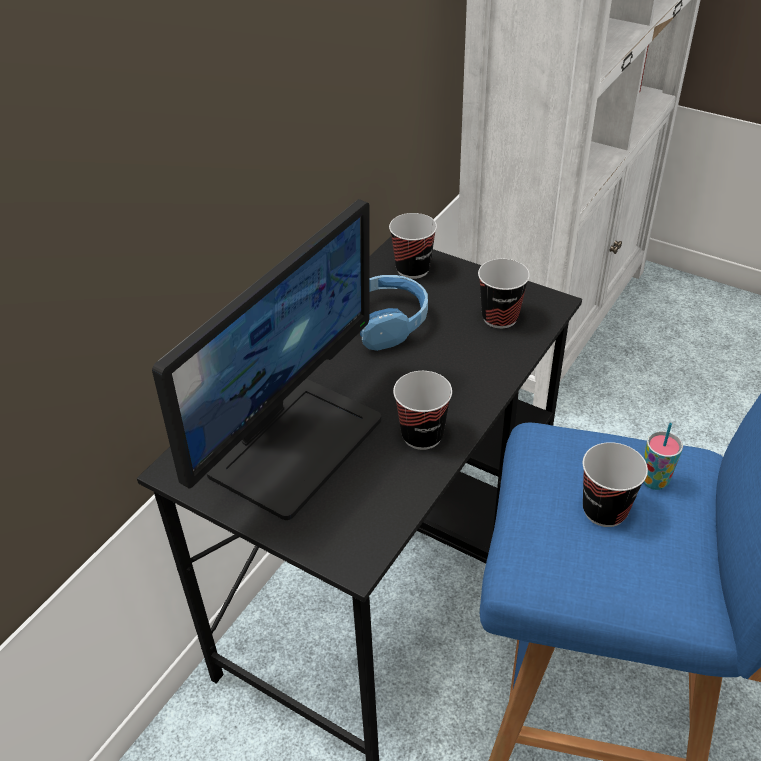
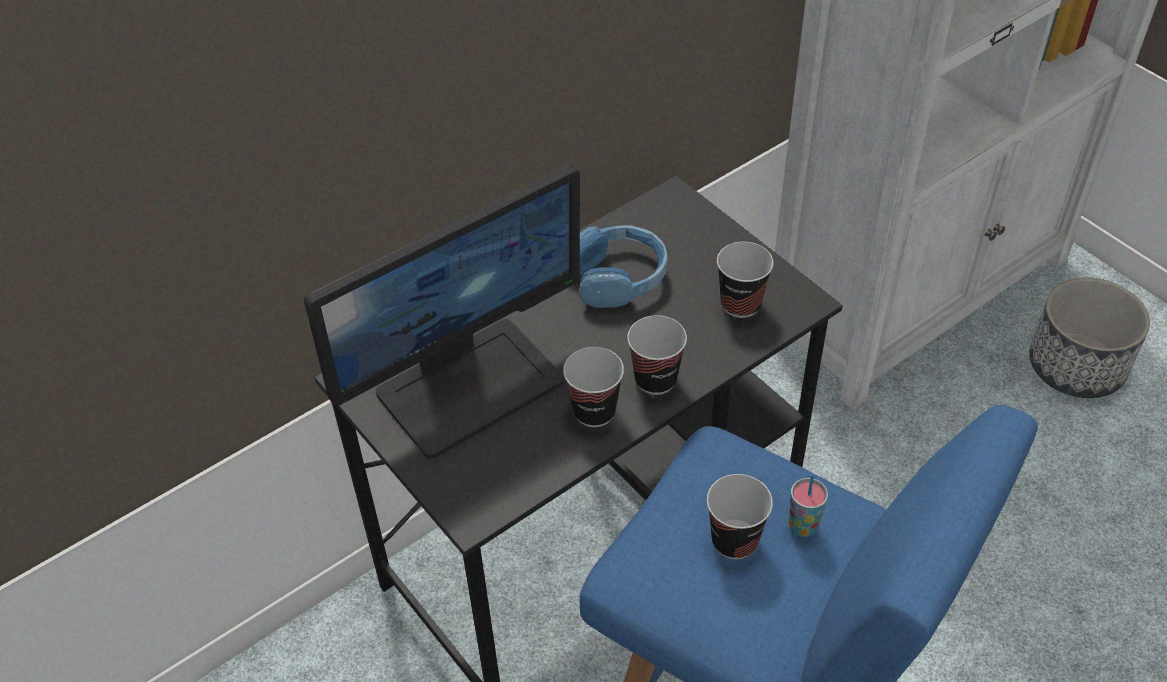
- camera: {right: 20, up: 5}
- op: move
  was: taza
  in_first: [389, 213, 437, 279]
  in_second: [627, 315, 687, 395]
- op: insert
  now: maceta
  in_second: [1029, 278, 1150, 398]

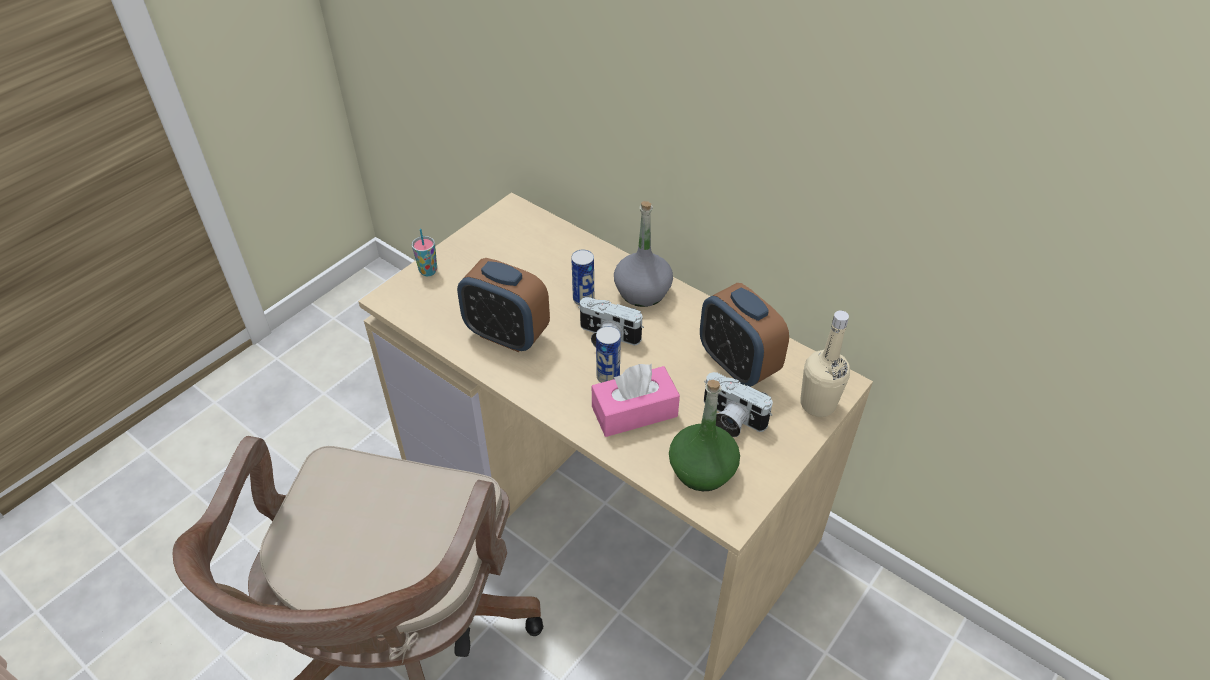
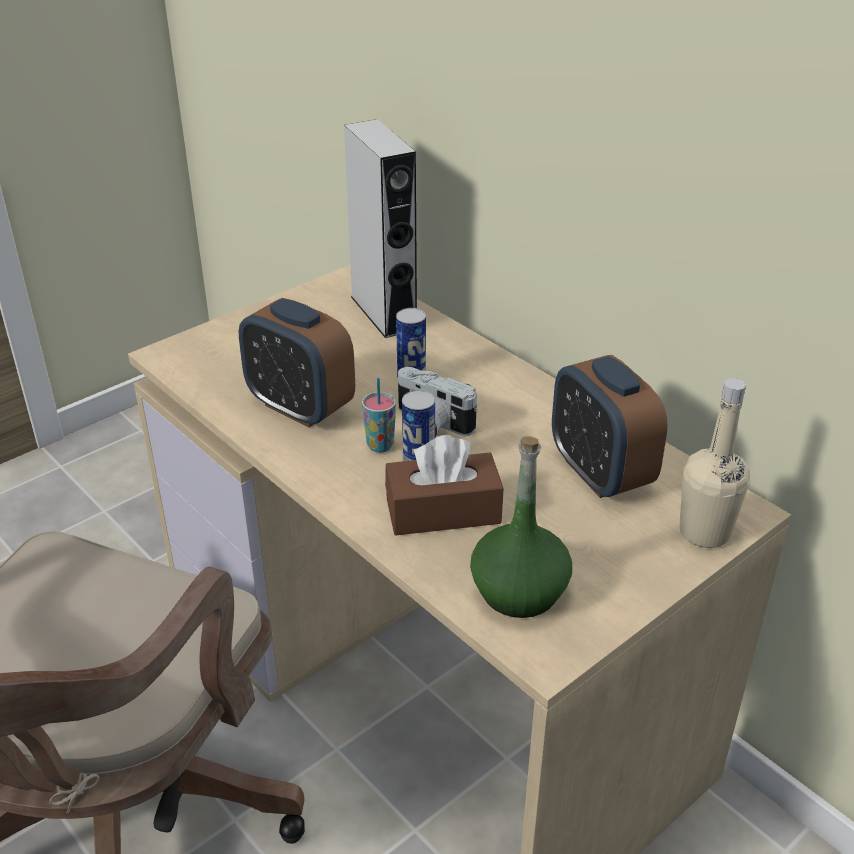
- camera: {right: 10, up: -10}
- op: insert
  now: altavoz (gris)
  in_second: [344, 119, 417, 338]
- op: move
  was: taza
  in_first: [412, 229, 437, 276]
  in_second: [362, 378, 396, 453]
- op: recolor
  was: caja de pañuelos (rosa)
  now: caja de pañuelos (marrón)
  in_first: [592, 363, 680, 437]
  in_second: [385, 435, 503, 536]
- op: delete
  was: botella (gris)
  in_first: [614, 201, 673, 307]
- op: delete
  was: cámara
  in_first: [704, 372, 773, 437]

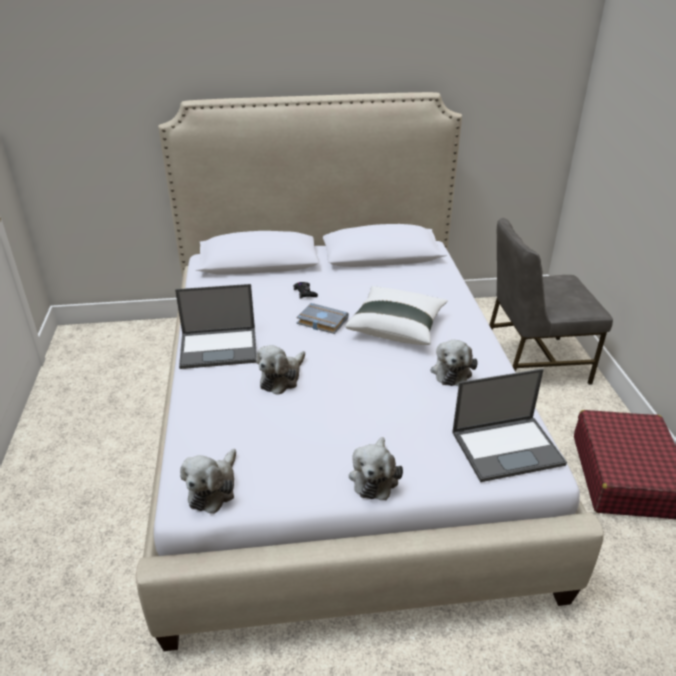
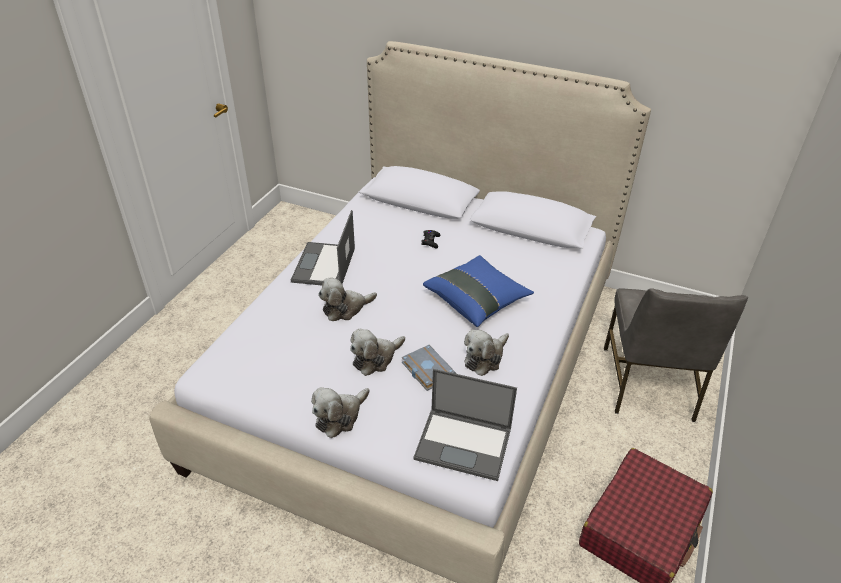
- camera: {right: 30, up: 5}
- op: rotate
  was: portátil
  in_first: [175, 284, 257, 369]
  in_second: [291, 210, 355, 285]
  clockwise: 75
- op: move
  was: peluche
  in_first: [180, 449, 236, 514]
  in_second: [350, 329, 405, 376]
- op: move
  was: libro (gris)
  in_first: [296, 303, 349, 334]
  in_second: [402, 345, 456, 391]
- op: recolor
  was: cojín (blanco)
  now: cojín (azul)
  in_first: [345, 286, 448, 345]
  in_second: [423, 255, 534, 327]
- op: rotate
  was: silla (gris)
  in_first: [489, 218, 613, 385]
  in_second: [604, 288, 748, 422]
  clockwise: -105

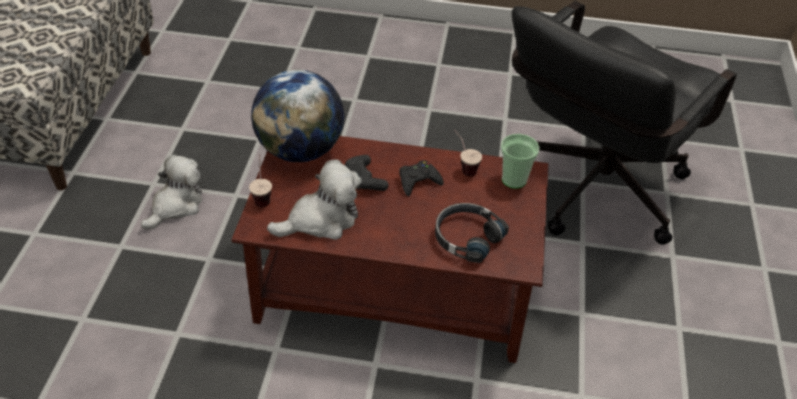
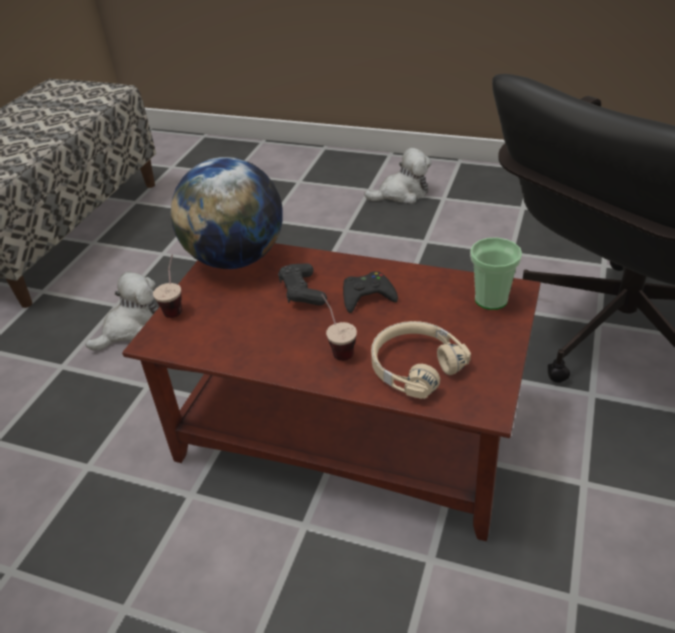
- camera: {right: 15, up: -5}
- op: move
  was: taza
  in_first: [454, 129, 482, 176]
  in_second: [321, 294, 357, 361]
- op: move
  was: peluche
  in_first: [267, 160, 362, 240]
  in_second: [364, 147, 432, 204]
- op: recolor
  was: auriculares (negro)
  now: auriculares (beis)
  in_first: [435, 203, 509, 263]
  in_second: [371, 321, 471, 399]

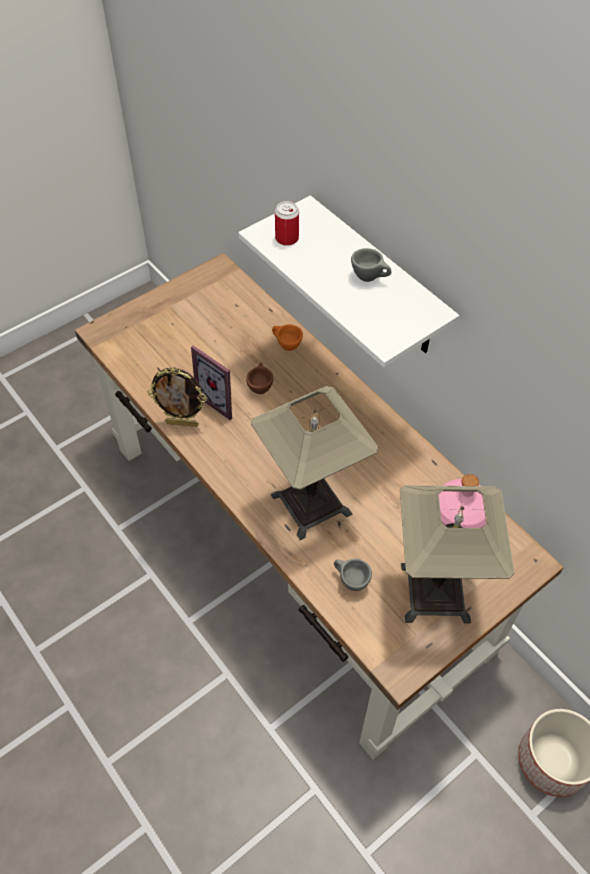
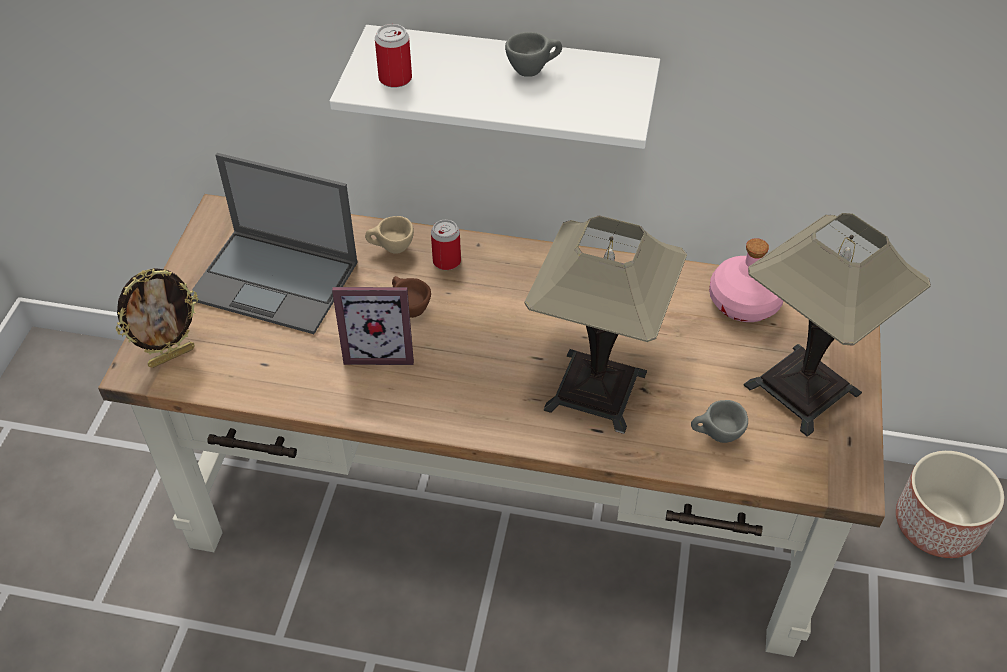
- camera: {right: -40, up: -5}
- op: move
  was: portarretratos
  in_first: [147, 368, 207, 427]
  in_second: [116, 268, 199, 368]
- op: insert
  now: portátil
  in_second: [190, 153, 358, 334]
- op: recolor
  was: taza (naranja)
  now: taza (beis)
  in_first: [272, 324, 303, 351]
  in_second: [365, 216, 414, 254]
- op: insert
  now: lata
  in_second: [431, 220, 461, 270]

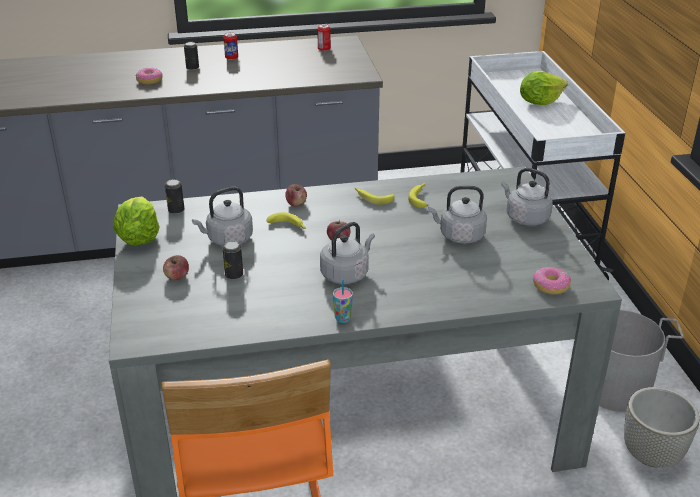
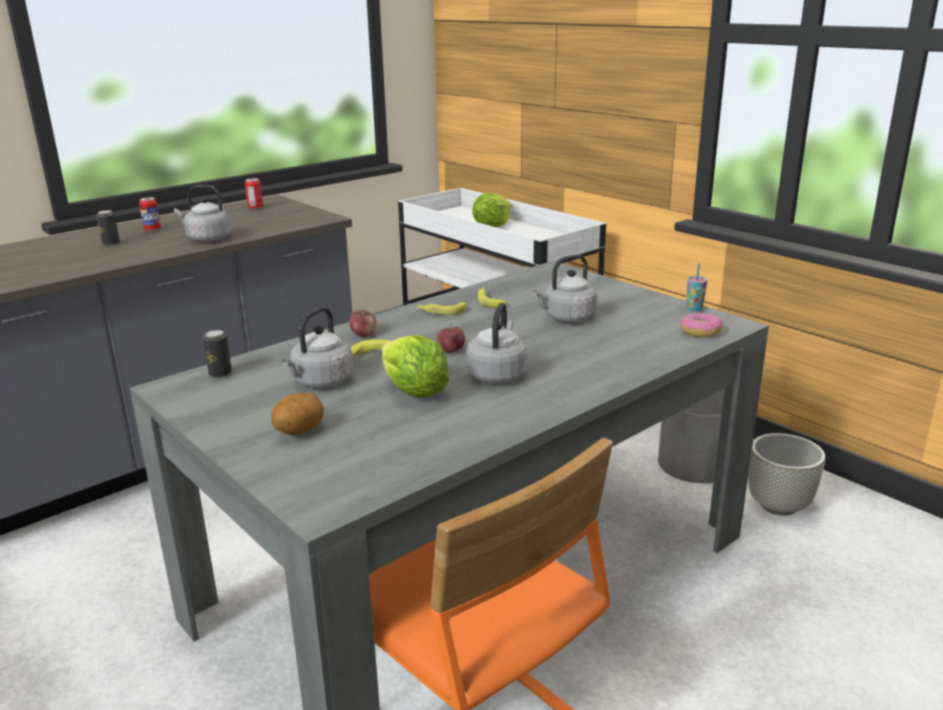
- camera: {right: -30, up: -10}
- op: move
  was: hervidor (gris)
  in_first: [501, 168, 553, 226]
  in_second: [174, 185, 231, 242]
- op: replace
  was: manzana
  now: patata
  in_first: [163, 255, 189, 280]
  in_second: [271, 393, 324, 436]
- op: move
  was: lechuga
  in_first: [113, 197, 160, 245]
  in_second: [382, 335, 449, 398]
- op: move
  was: taza
  in_first: [333, 279, 353, 323]
  in_second: [687, 264, 707, 311]
- op: delete
  was: rosquilla
  in_first: [136, 68, 162, 85]
- op: delete
  was: lata
  in_first: [223, 241, 243, 280]

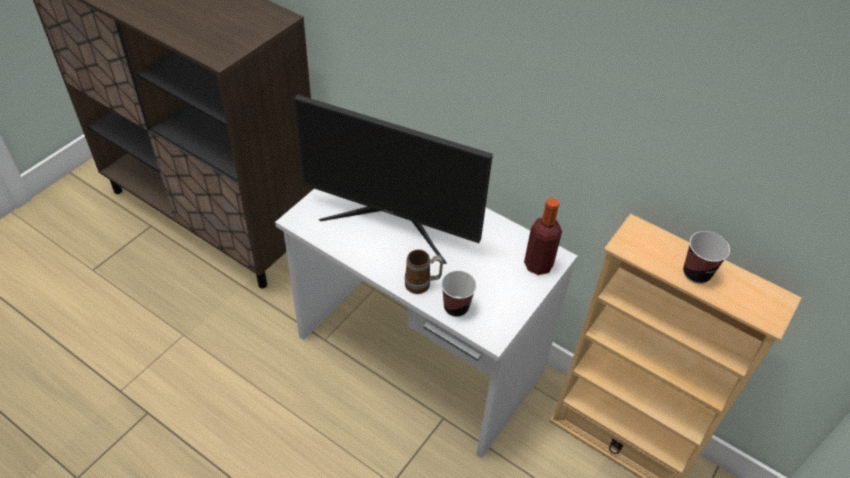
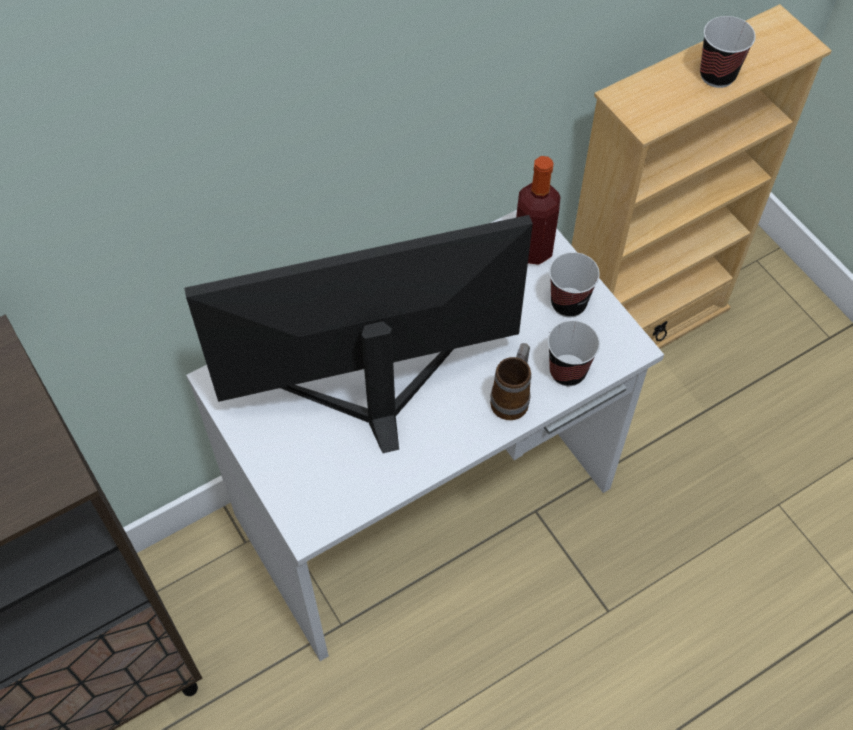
- camera: {right: -65, up: 10}
- op: rotate
  was: monitor
  in_first: [294, 94, 493, 264]
  in_second: [184, 215, 533, 453]
  clockwise: -150
- op: insert
  now: taza
  in_second: [549, 252, 600, 317]

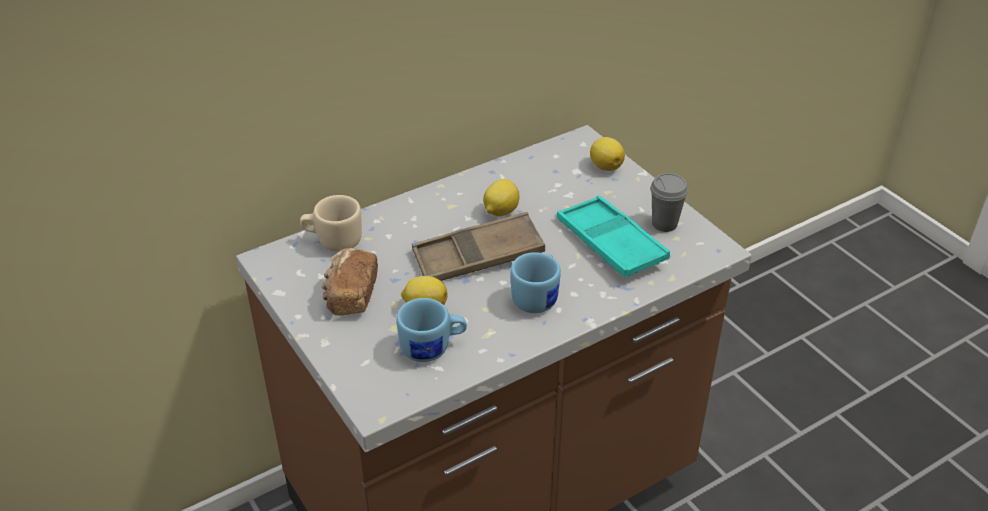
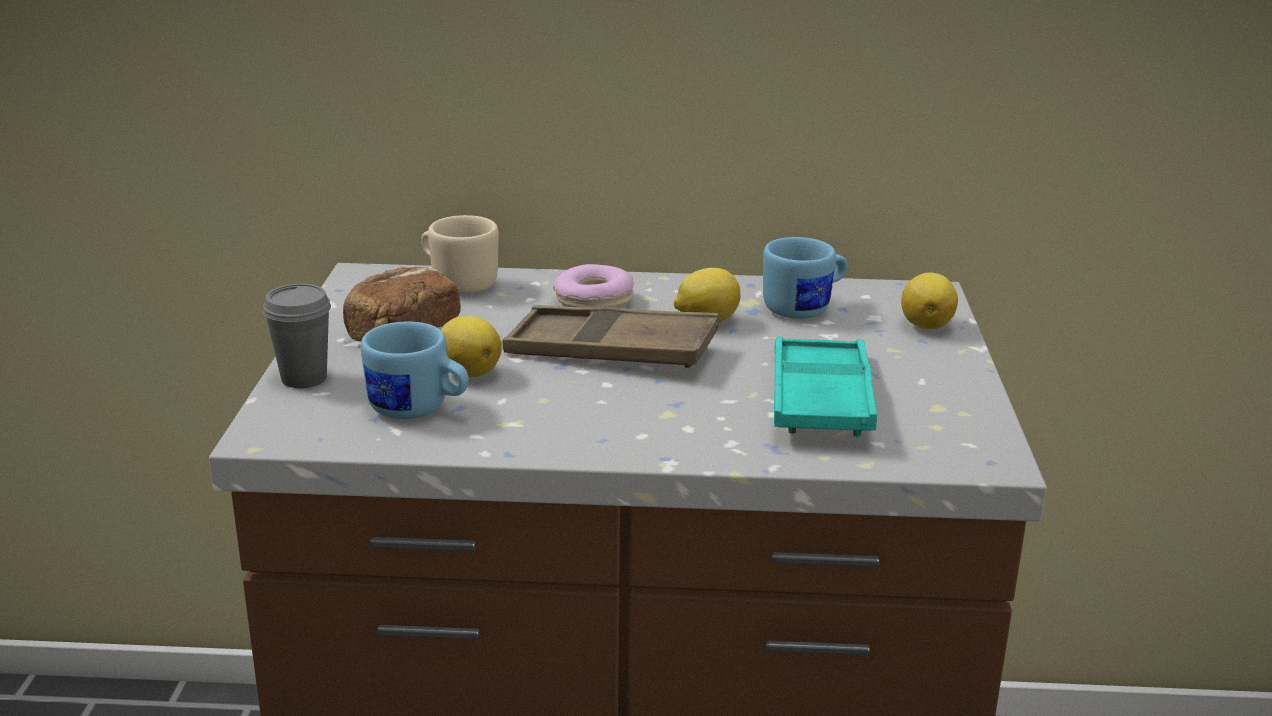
- camera: {right: 35, up: -15}
- op: move
  was: taza (gris)
  in_first: [650, 173, 688, 232]
  in_second: [263, 284, 331, 388]
- op: insert
  now: rosquilla
  in_second: [553, 264, 634, 308]
- op: move
  was: taza grande (azul)
  in_first: [510, 252, 561, 313]
  in_second: [763, 237, 848, 319]

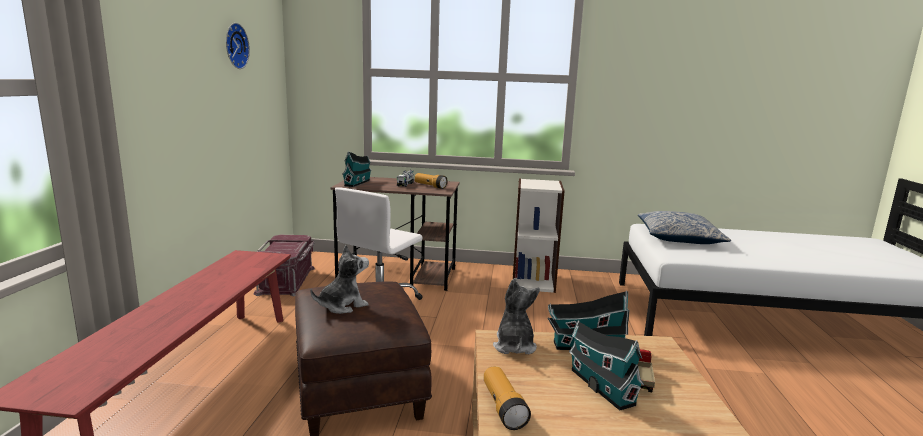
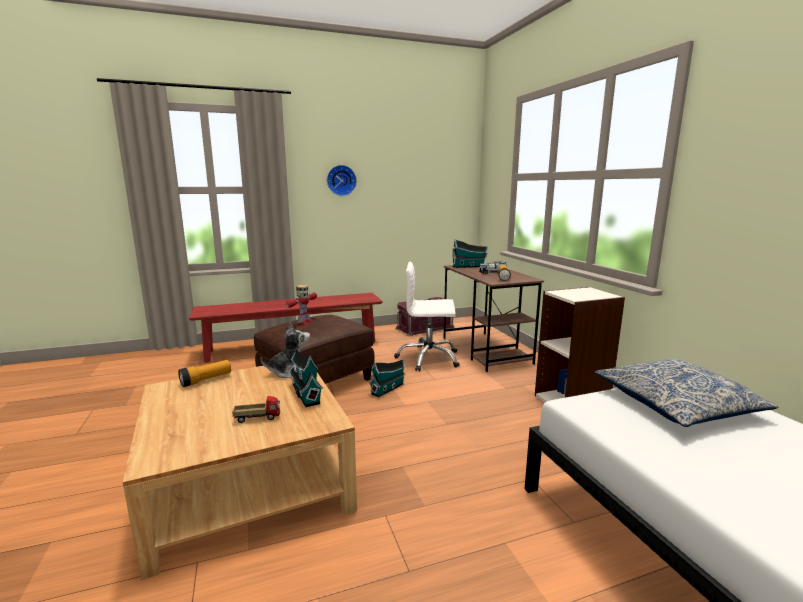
- camera: {right: 65, up: 0}
- op: replace
  was: peluche
  now: robot de juguete
  in_first: [310, 245, 369, 314]
  in_second: [286, 285, 317, 325]
- op: move
  was: reloj de pared
  in_first: [226, 23, 250, 69]
  in_second: [327, 165, 357, 196]
- op: move
  was: casita
  in_first: [569, 320, 644, 411]
  in_second: [369, 359, 405, 397]

